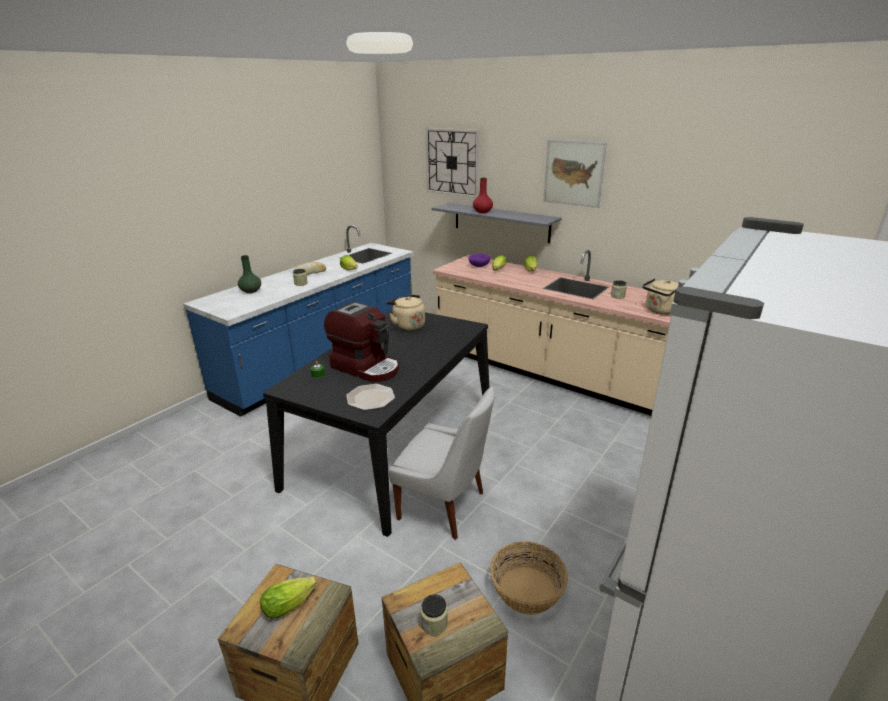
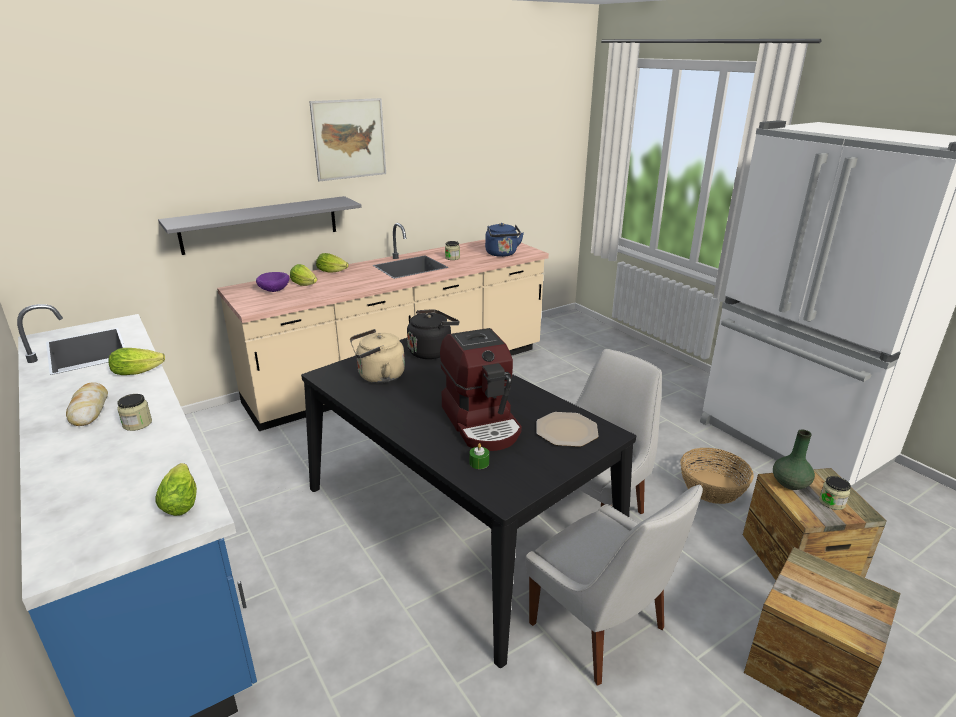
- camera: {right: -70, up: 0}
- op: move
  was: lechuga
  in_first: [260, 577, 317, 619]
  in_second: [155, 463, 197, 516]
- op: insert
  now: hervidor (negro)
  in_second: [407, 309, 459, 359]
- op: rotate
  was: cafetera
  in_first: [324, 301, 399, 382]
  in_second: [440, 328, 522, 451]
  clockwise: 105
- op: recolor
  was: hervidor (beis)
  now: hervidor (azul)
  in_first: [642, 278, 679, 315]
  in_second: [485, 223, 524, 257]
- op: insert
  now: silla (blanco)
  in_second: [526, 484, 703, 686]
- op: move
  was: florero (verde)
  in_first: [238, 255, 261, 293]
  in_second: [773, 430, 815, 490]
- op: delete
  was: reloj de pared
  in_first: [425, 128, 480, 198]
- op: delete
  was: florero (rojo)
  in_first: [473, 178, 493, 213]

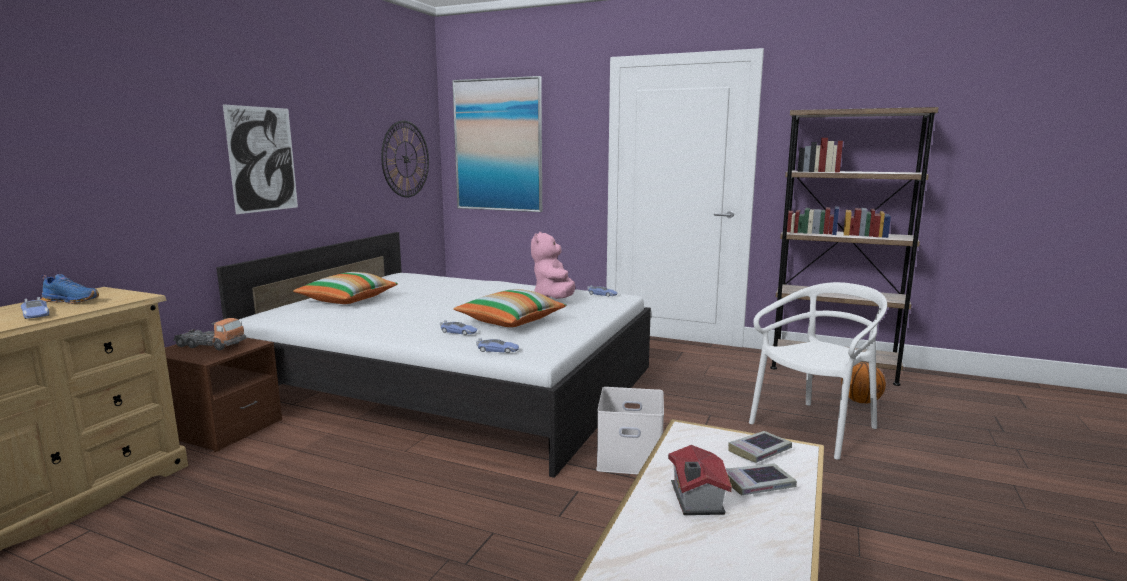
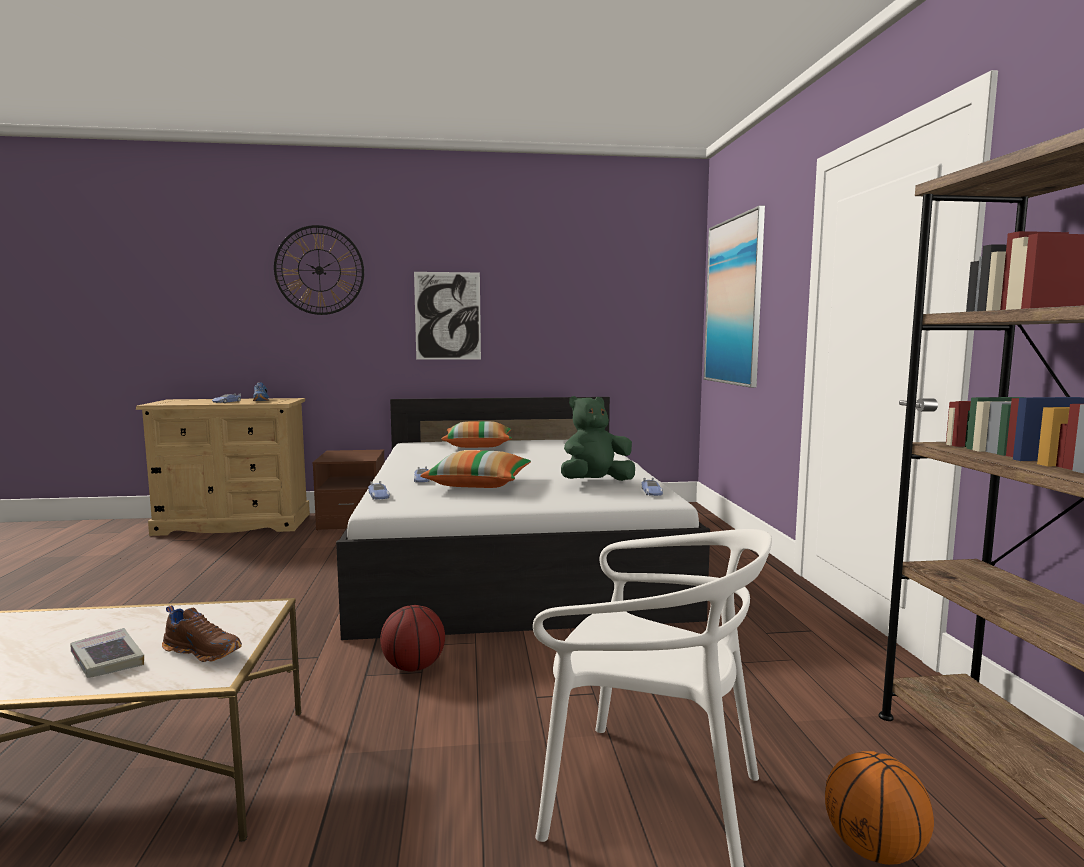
- camera: {right: 60, up: -5}
- op: replace
  was: libro
  now: zapato (marrón)
  in_first: [728, 431, 792, 463]
  in_second: [162, 605, 242, 662]
- op: move
  was: reloj de pared
  in_first: [381, 121, 429, 197]
  in_second: [274, 225, 364, 315]
- op: replace
  was: caja de almacenaje (blanco)
  now: balón de baloncesto
  in_first: [596, 387, 664, 475]
  in_second: [380, 605, 445, 672]
- op: recolor
  was: peluche (rosa)
  now: peluche (verde)
  in_first: [531, 232, 575, 299]
  in_second: [561, 396, 635, 481]
- op: delete
  was: camión de juguete
  in_first: [173, 318, 247, 350]
- op: delete
  was: casita
  in_first: [668, 445, 732, 515]

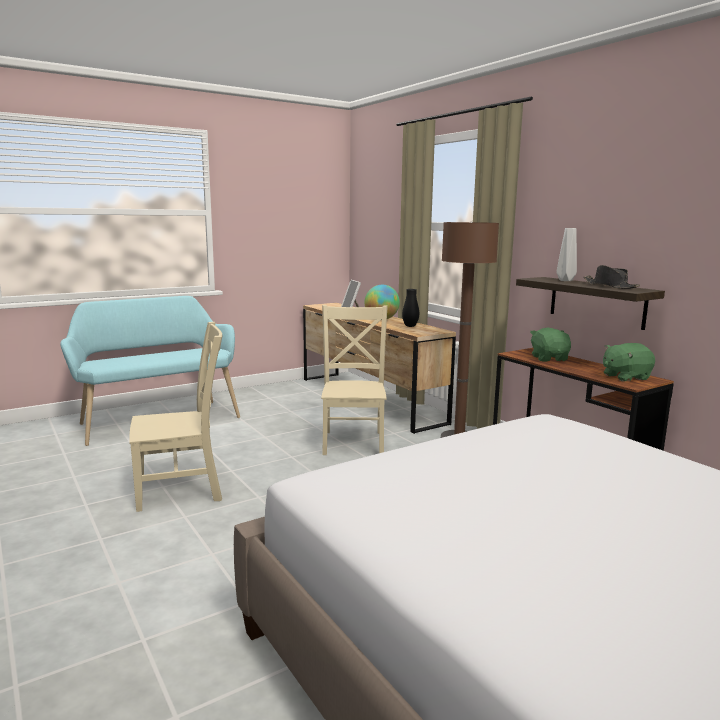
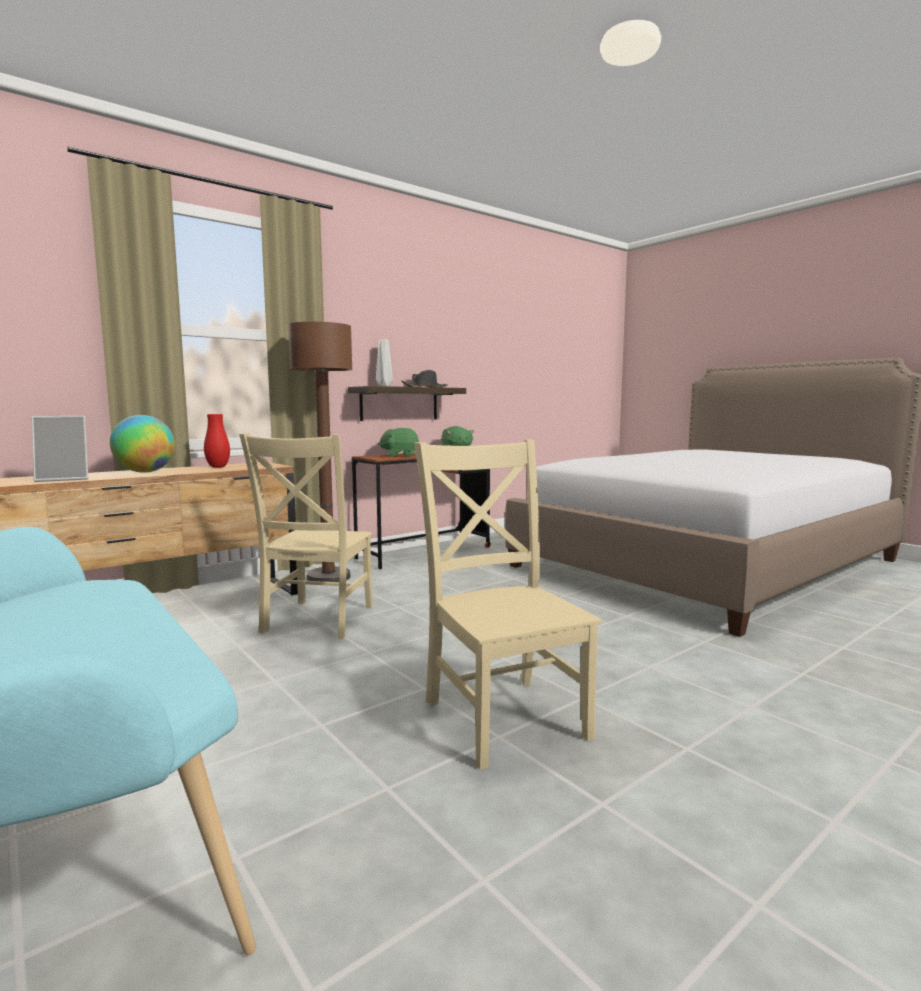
- camera: {right: -95, up: -5}
- op: recolor
  was: florero (negro)
  now: florero (rojo)
  in_first: [402, 289, 419, 327]
  in_second: [204, 414, 230, 468]
- op: rotate
  was: silla (beis)
  in_first: [321, 305, 388, 455]
  in_second: [239, 434, 373, 639]
  clockwise: -75

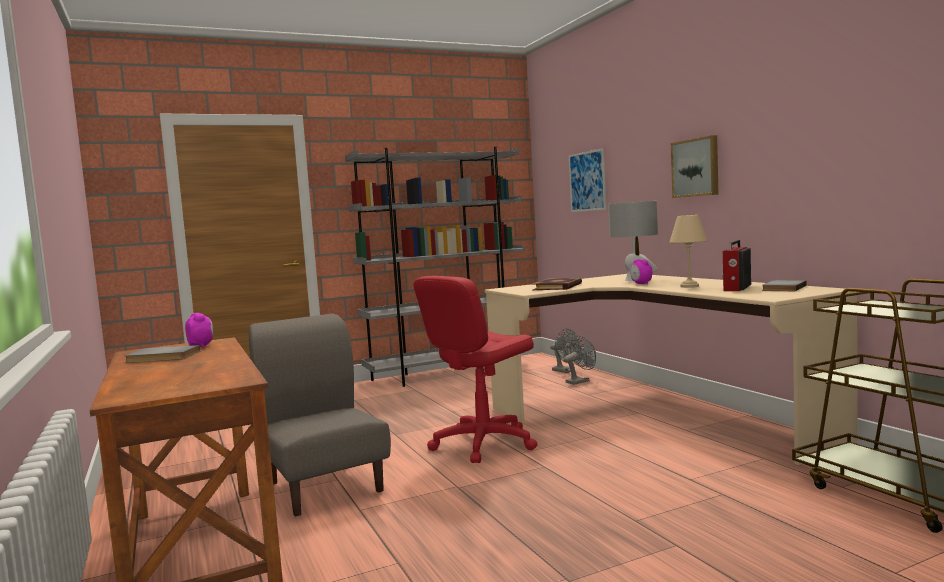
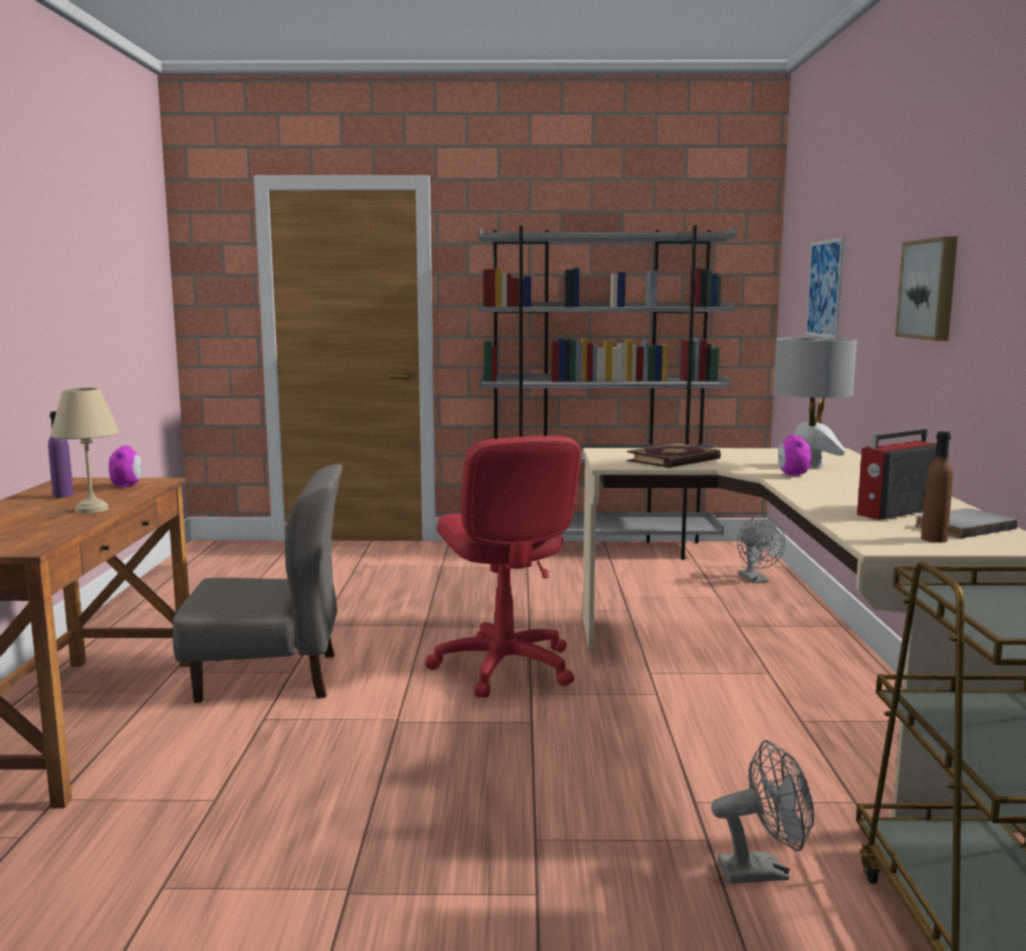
- camera: {right: 25, up: 5}
- op: replace
  was: libro (gris)
  now: botella (morado)
  in_first: [125, 345, 200, 363]
  in_second: [48, 411, 74, 498]
- op: move
  was: lámpara de mesa (beis)
  in_first: [669, 215, 708, 288]
  in_second: [50, 388, 119, 513]
- op: rotate
  was: silla (gris)
  in_first: [249, 314, 391, 517]
  in_second: [173, 464, 343, 703]
  clockwise: 90
- op: rotate
  was: silla de oficina (rojo)
  in_first: [414, 276, 537, 463]
  in_second: [425, 436, 581, 698]
  clockwise: -90
- op: move
  was: ventilador (gris)
  in_first: [564, 335, 596, 385]
  in_second: [711, 740, 814, 884]
- op: insert
  now: botella (marrón)
  in_second: [921, 431, 953, 543]

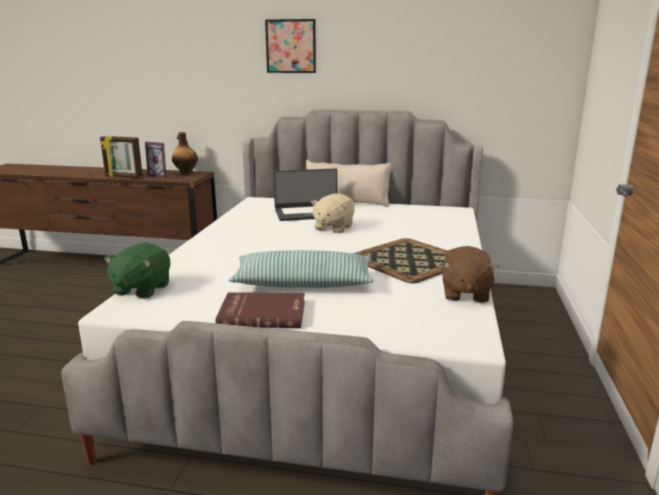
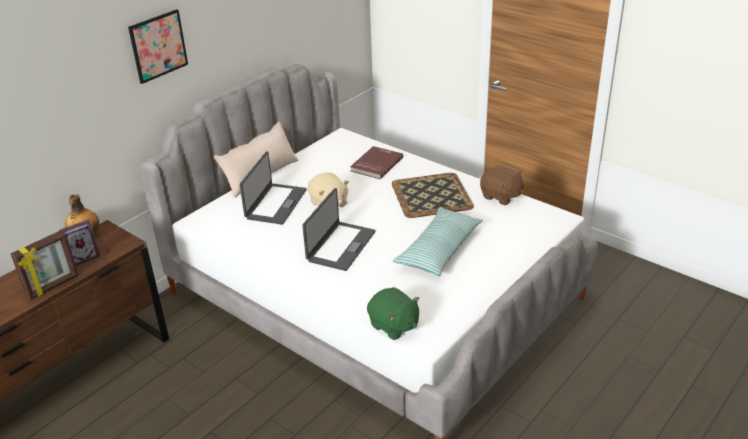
- camera: {right: -60, up: 15}
- op: insert
  now: portátil
  in_second: [302, 188, 375, 271]
- op: move
  was: libro (rojo)
  in_first: [216, 292, 305, 328]
  in_second: [350, 146, 403, 179]

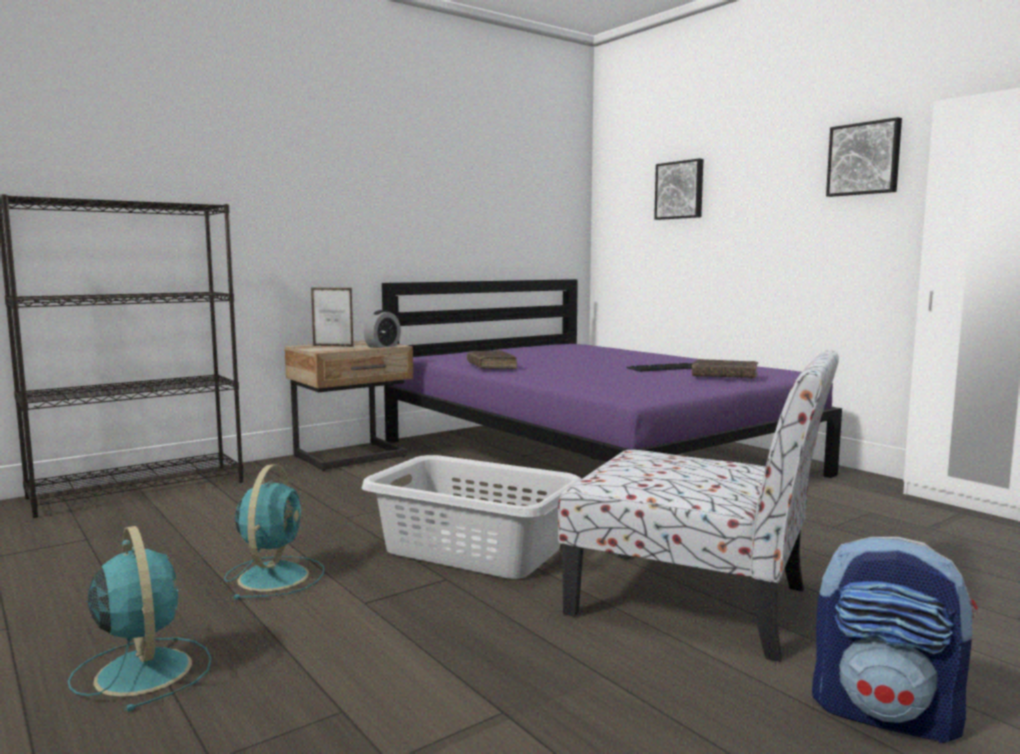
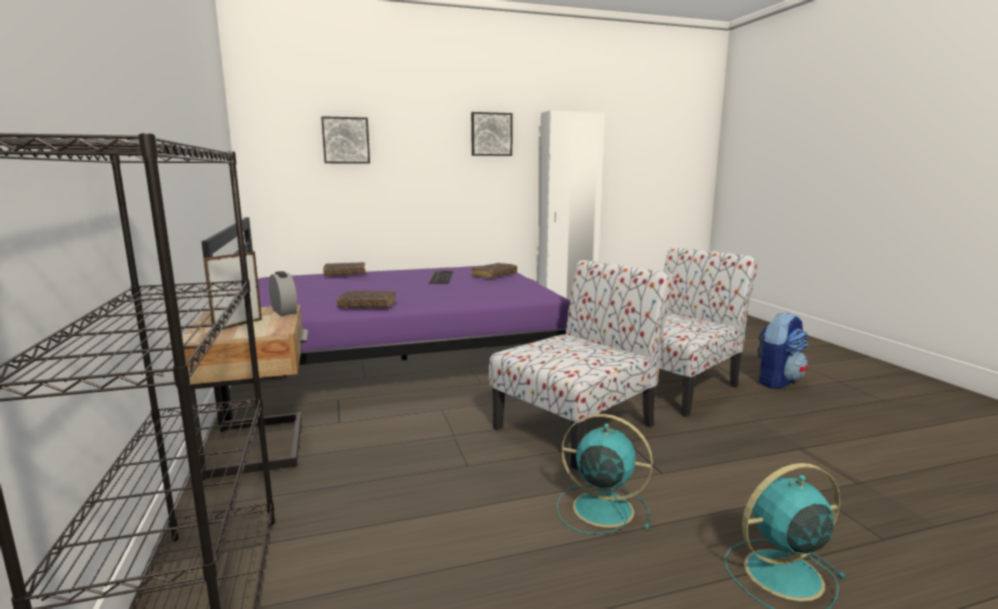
- camera: {right: -70, up: 5}
- op: insert
  now: libro (marrón)
  in_second: [323, 262, 366, 276]
- op: replace
  was: cesto de la ropa (gris)
  now: silla
  in_first: [362, 455, 581, 579]
  in_second: [489, 260, 673, 469]

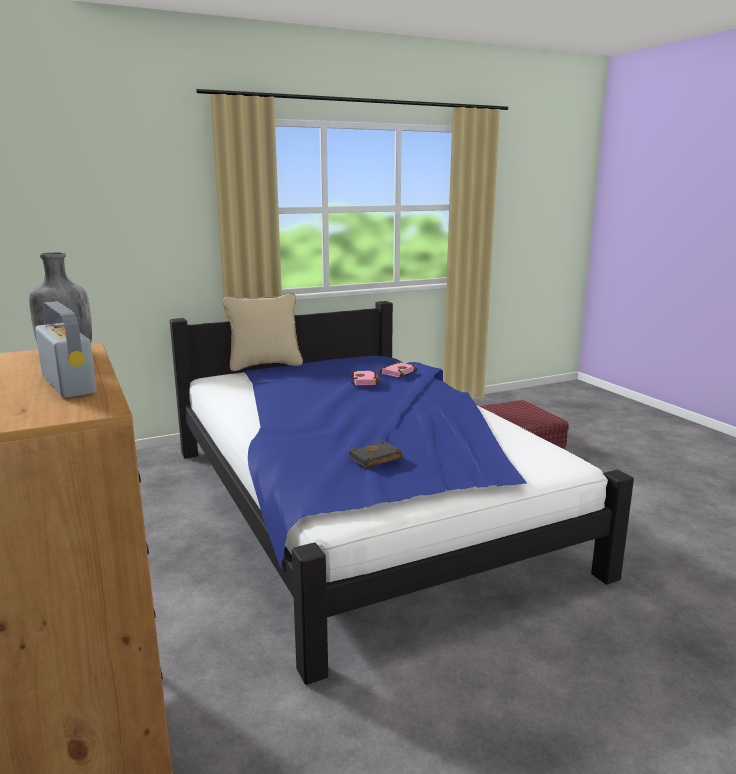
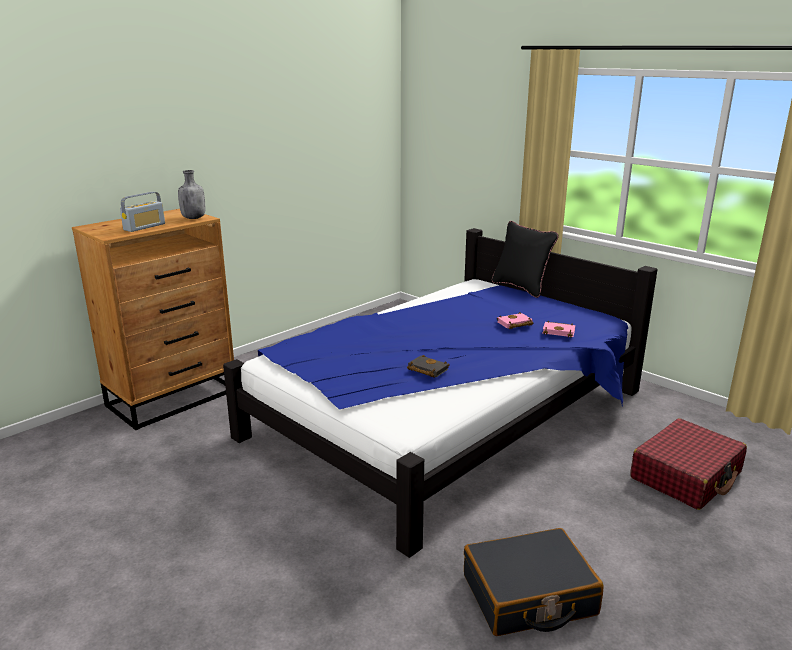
- camera: {right: 70, up: 5}
- op: move
  was: libro (negro)
  in_first: [349, 441, 403, 468]
  in_second: [407, 355, 450, 378]
- op: insert
  now: maleta (negro)
  in_second: [464, 528, 603, 636]
- op: recolor
  was: cojín (beis)
  now: cojín (negro)
  in_first: [222, 293, 303, 371]
  in_second: [491, 221, 559, 298]

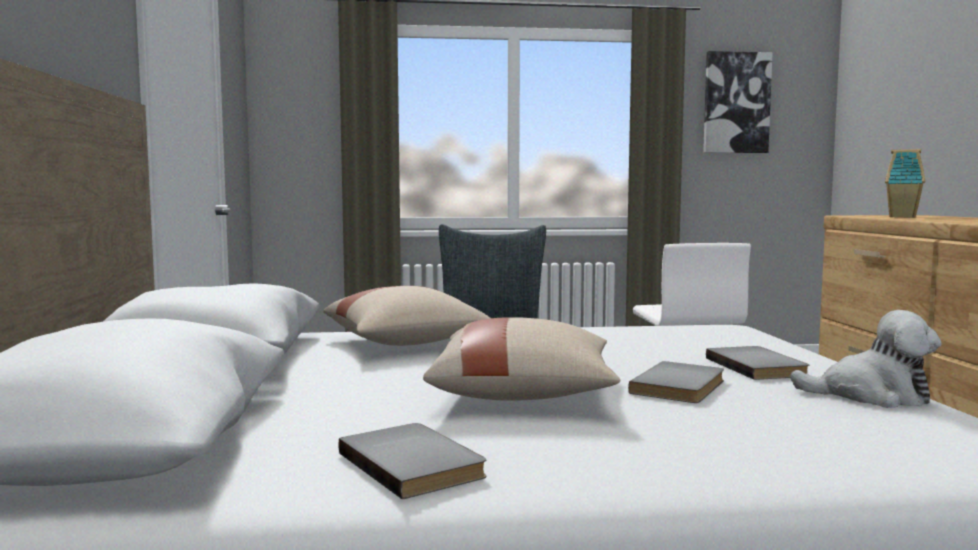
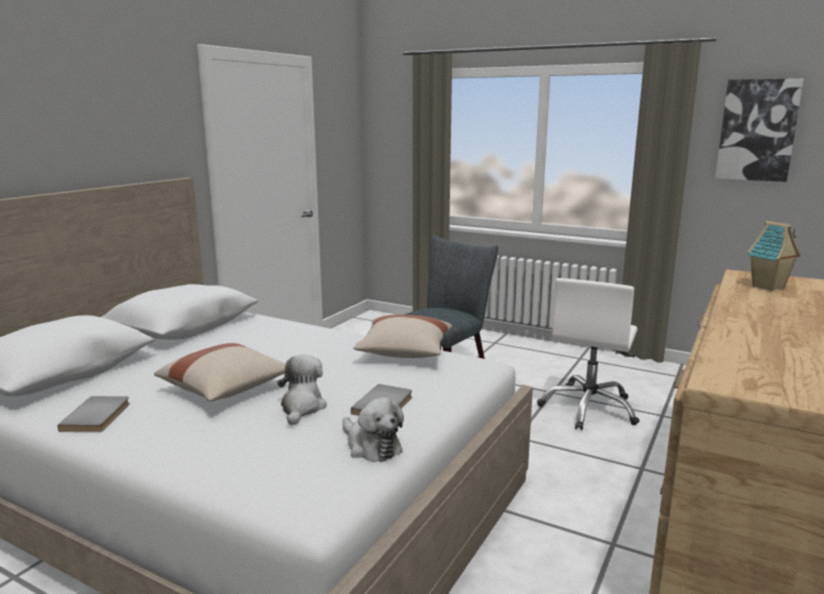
- camera: {right: 35, up: 10}
- op: replace
  was: libro (gris)
  now: peluche
  in_first: [628, 361, 724, 403]
  in_second: [277, 355, 327, 426]
- op: move
  was: cojín (beis)
  in_first: [323, 286, 490, 346]
  in_second: [353, 314, 452, 358]

